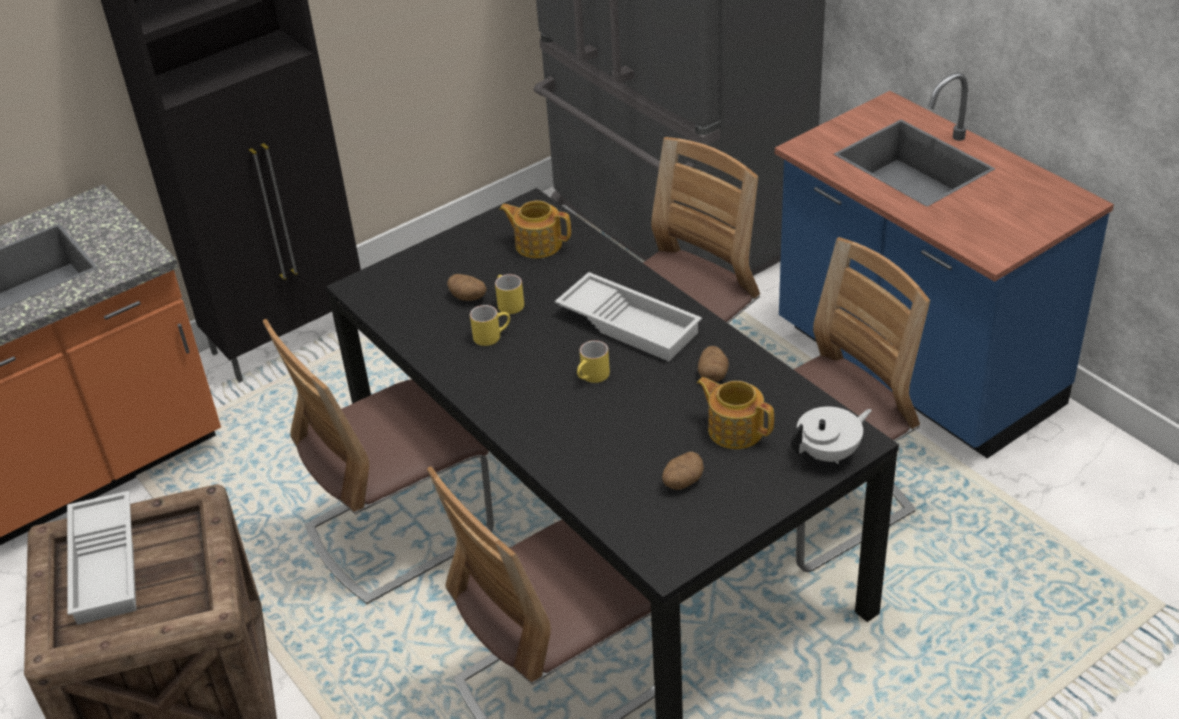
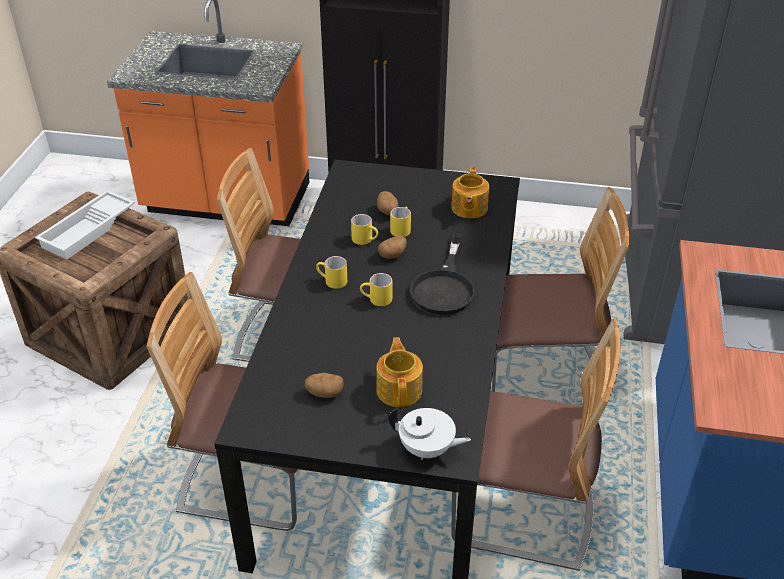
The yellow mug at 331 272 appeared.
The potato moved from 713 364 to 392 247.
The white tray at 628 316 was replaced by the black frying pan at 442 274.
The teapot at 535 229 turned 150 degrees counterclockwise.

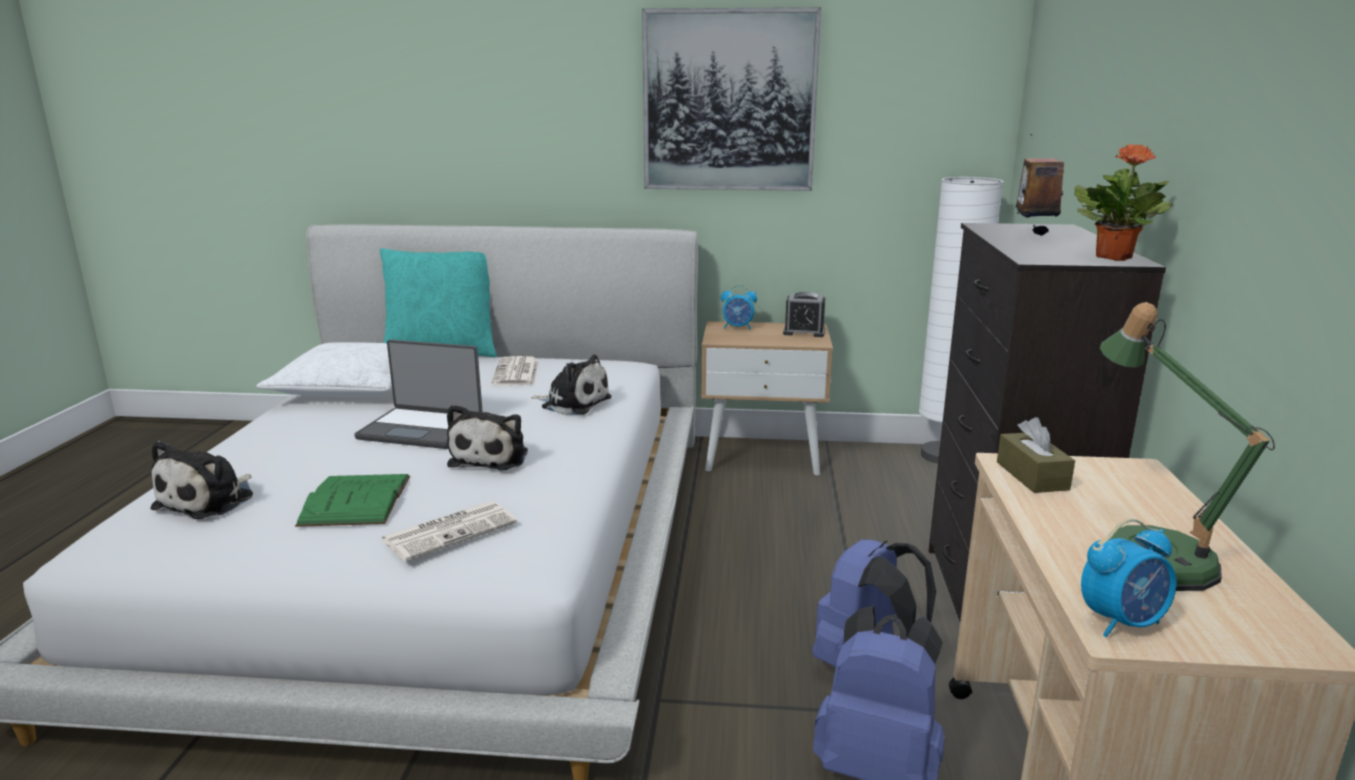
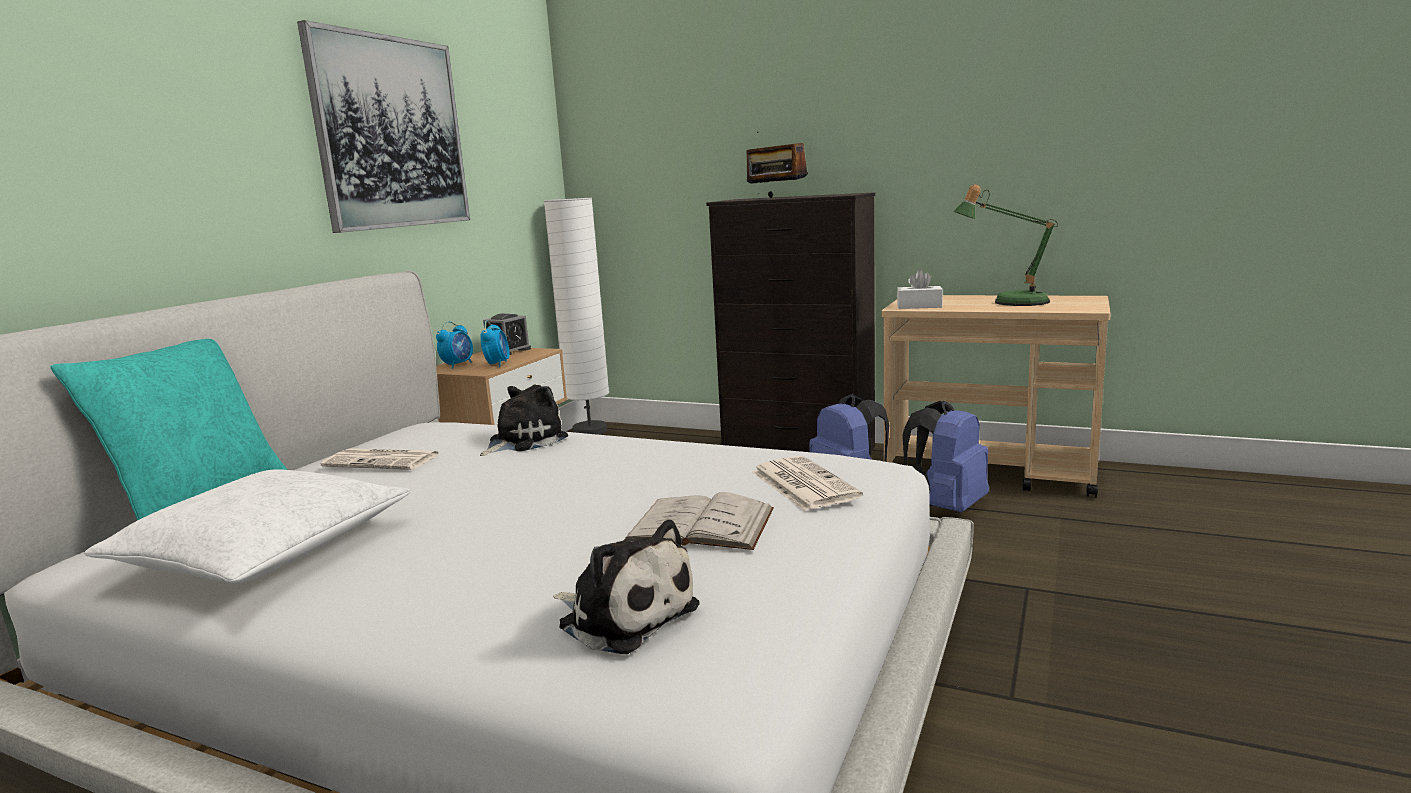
The laptop at 418 394 disappeared.
The plush toy at 487 438 disappeared.
The potted plant at 1123 202 disappeared.
The alarm clock moved from 1129 578 to 495 343.
The green book at 352 500 became the white book at 699 521.
The brown tissue box at 1036 455 became the white tissue box at 920 289.

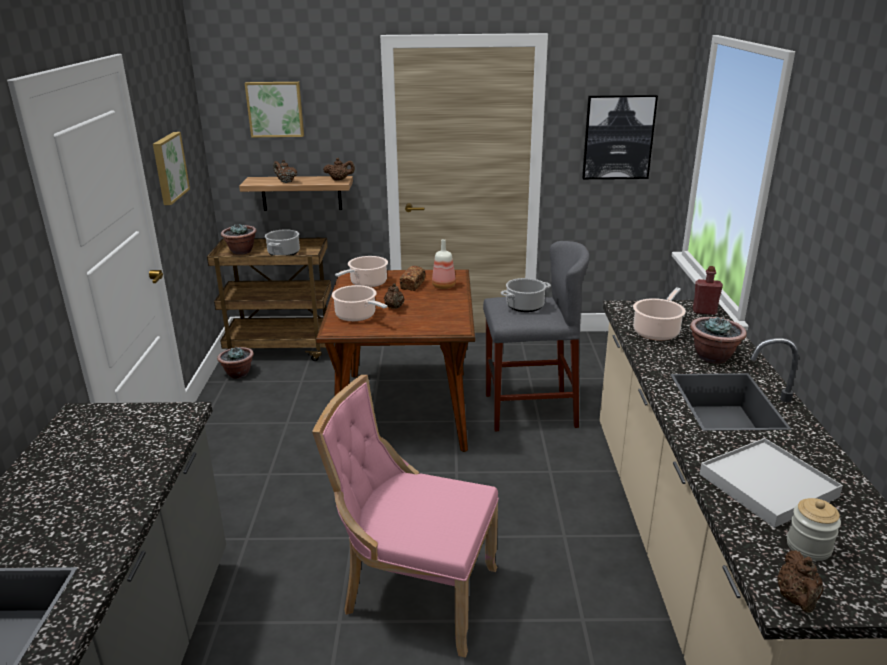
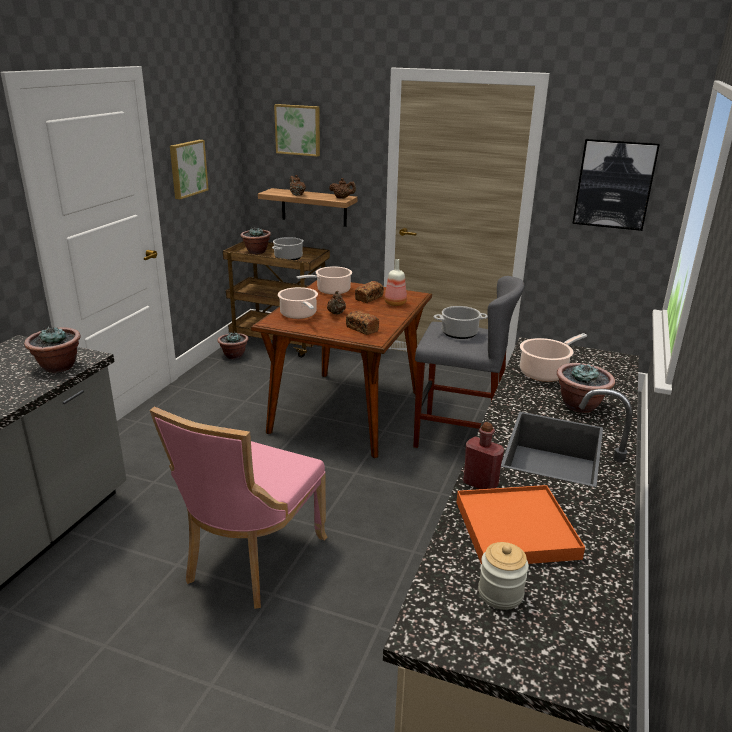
The brown teapot at 800 581 disappeared.
The potted plant at 52 350 appeared.
The bread at 362 323 appeared.
The red bottle moved from 708 290 to 483 455.
The white tray at 771 483 became the orange tray at 520 524.
The pink chair at 405 516 turned 105 degrees counterclockwise.

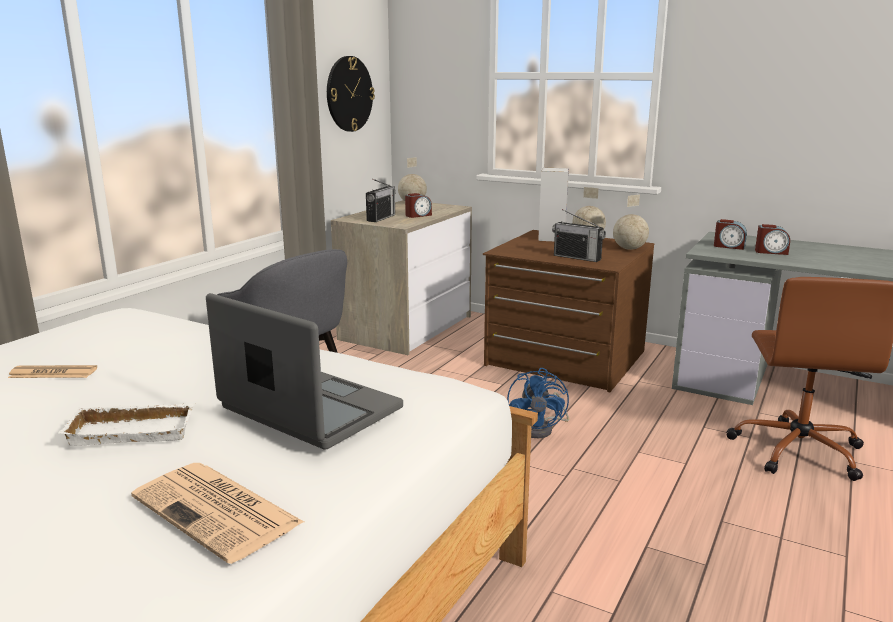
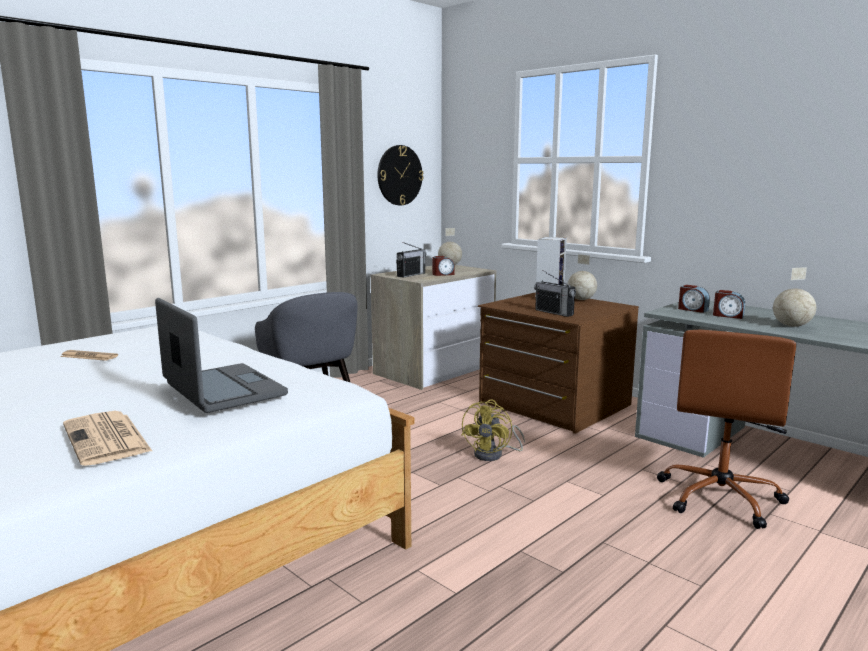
The white tray at 126 424 disappeared.
The globe moved from 631 222 to 794 297.
The blue fan at 538 403 became the yellow fan at 493 430.

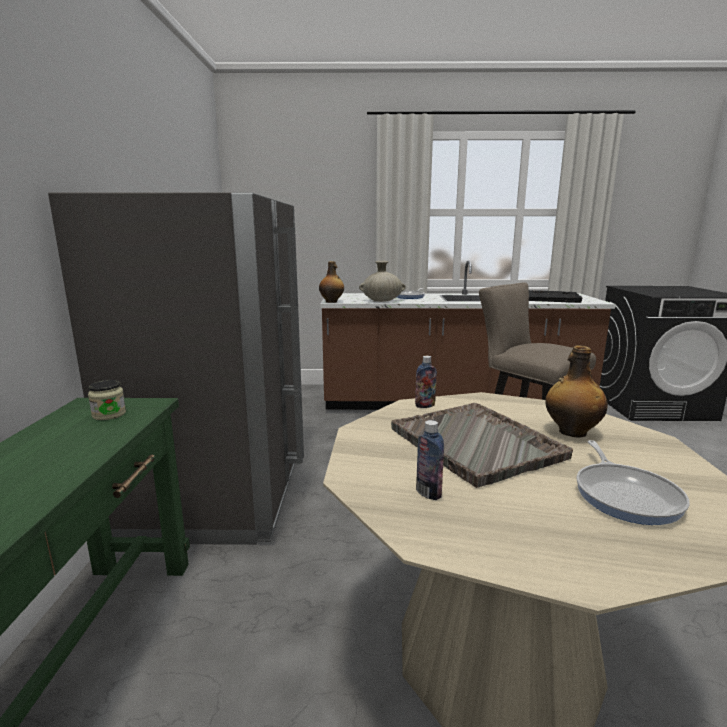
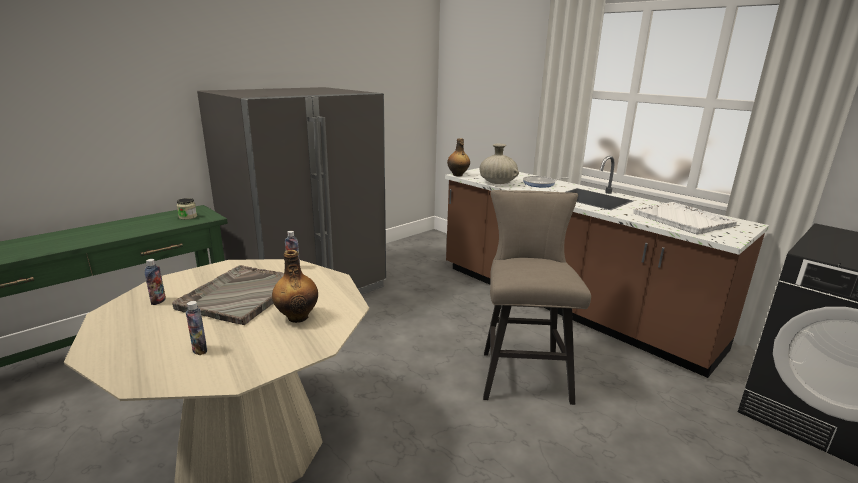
The frying pan at 633 482 was replaced by the bottle at 196 328.
The black tray at 555 296 became the white tray at 685 218.

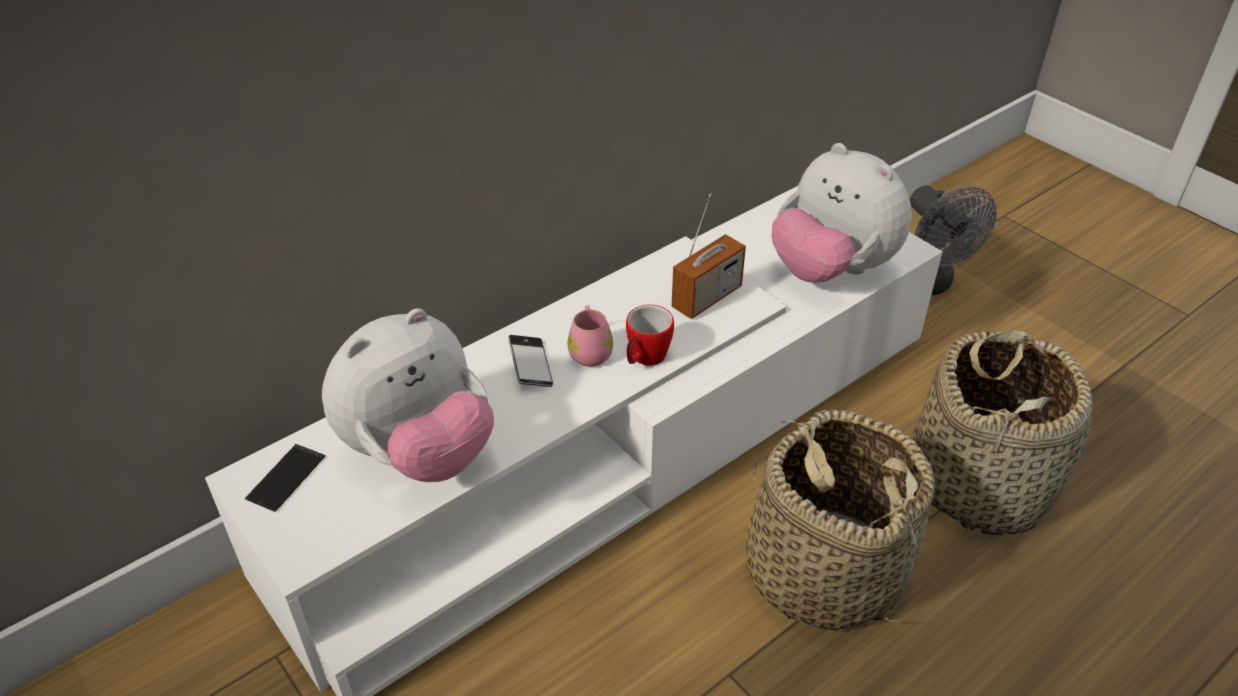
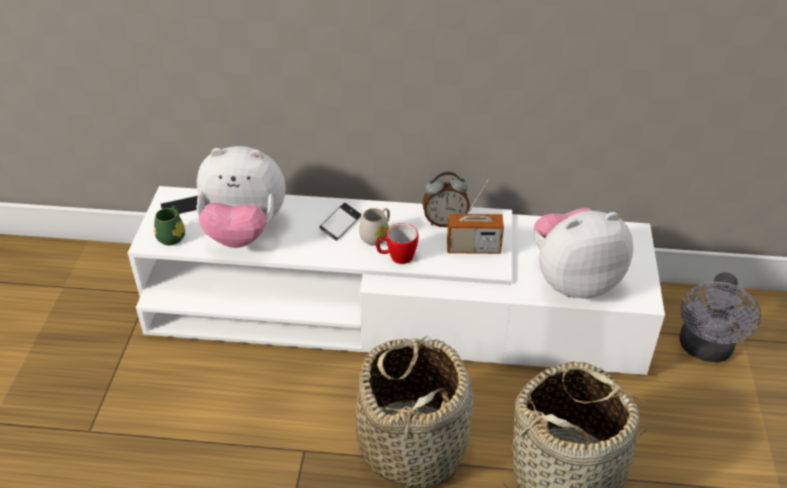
The green mug at 169 225 appeared.
The alarm clock at 446 199 appeared.
The pink mug at 590 336 became the white mug at 374 227.
The plush toy at 842 213 turned 75 degrees clockwise.

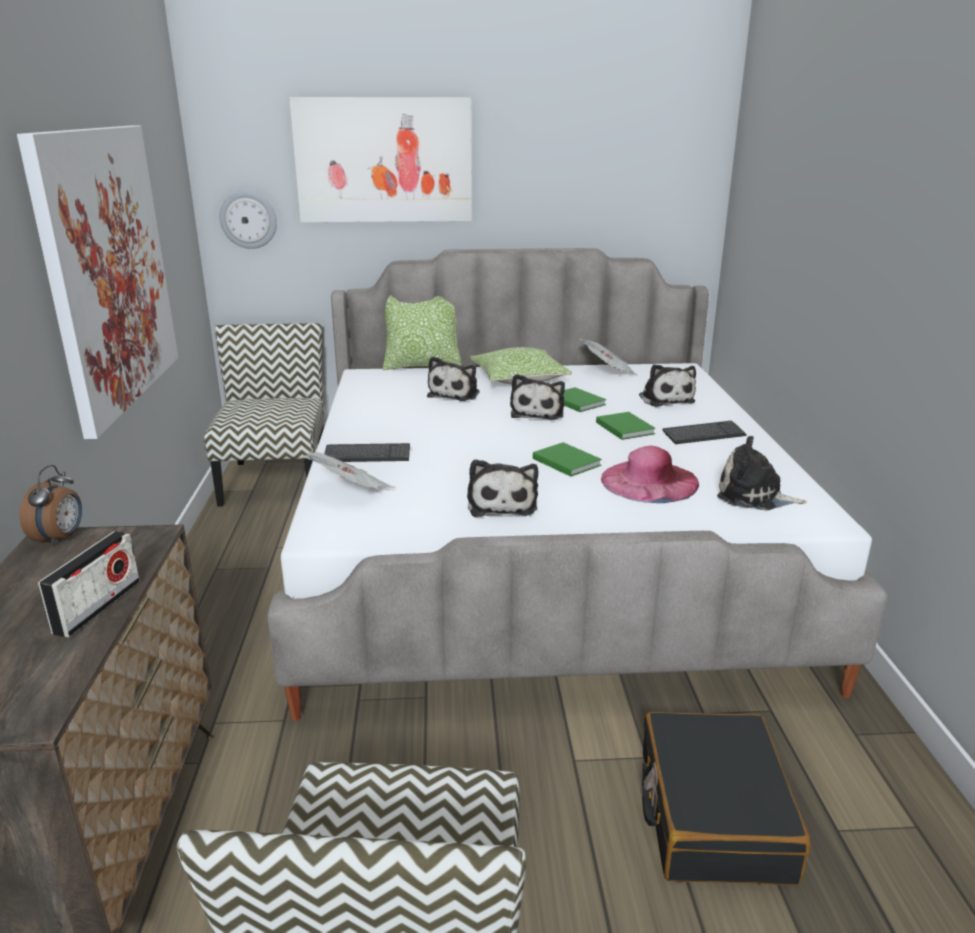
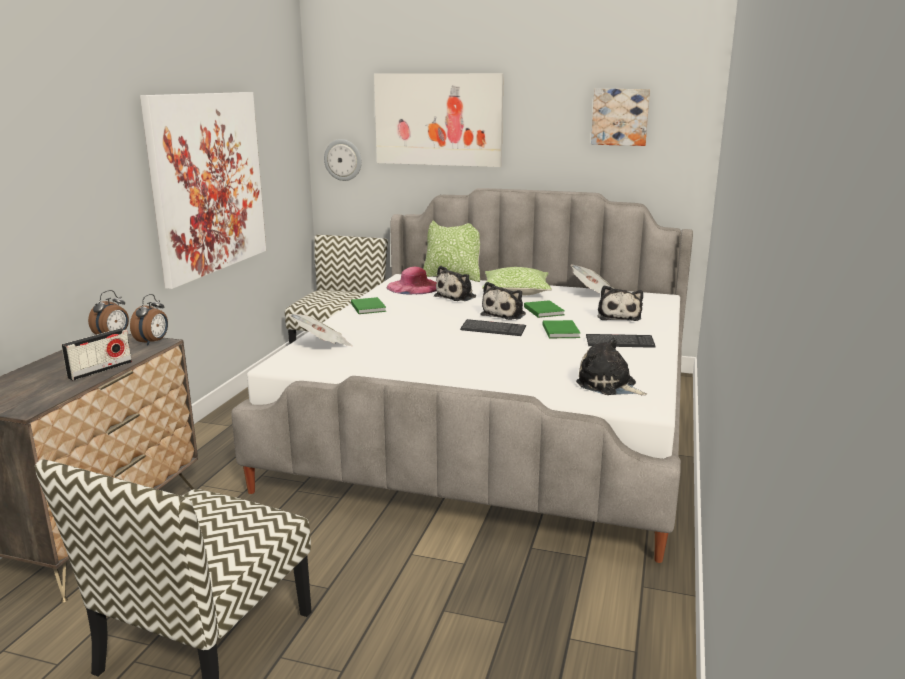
The plush toy at 502 488 disappeared.
The black suitcase at 726 798 disappeared.
The alarm clock at 149 319 appeared.
The picture at 620 117 appeared.
The keyboard moved from 367 452 to 493 327.
The green book moved from 567 459 to 368 305.
The pink hat moved from 650 474 to 412 280.

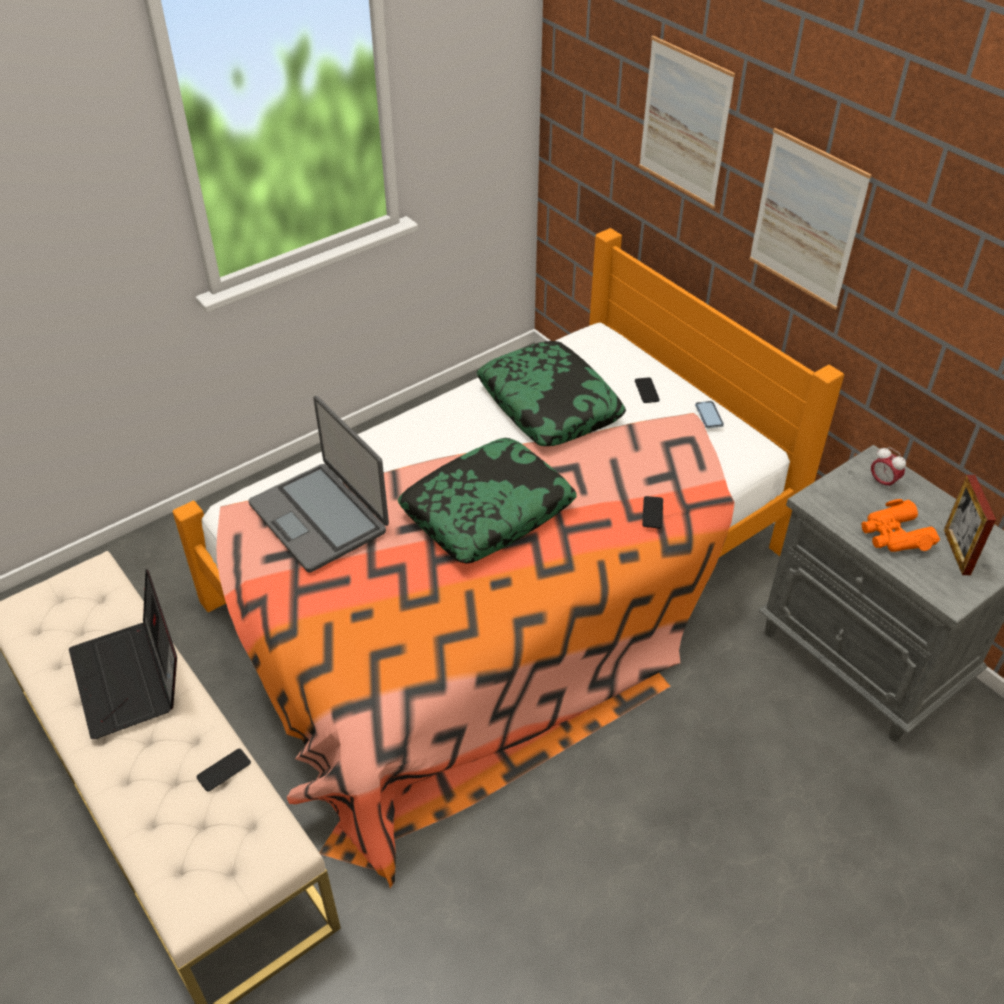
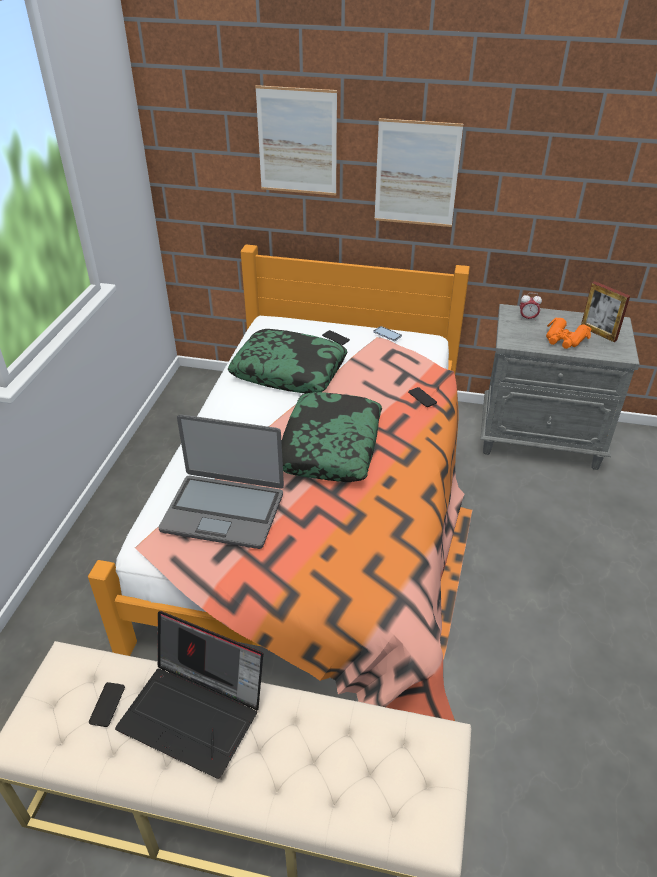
The phone moved from 224 770 to 107 704.

